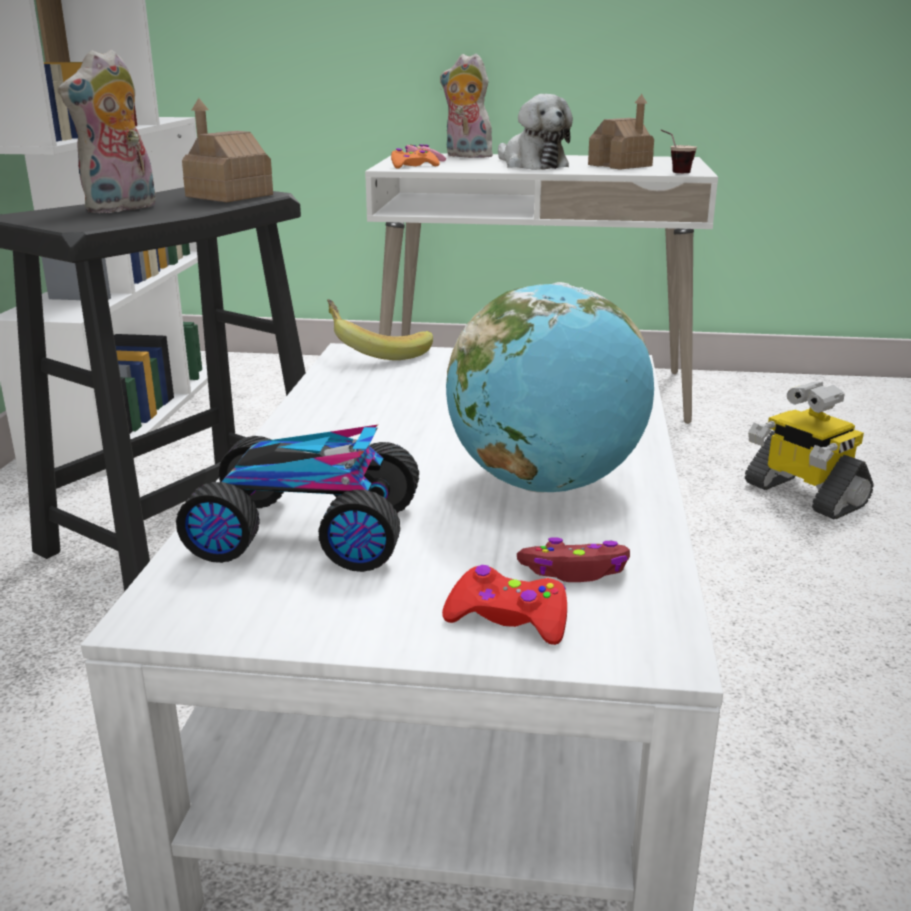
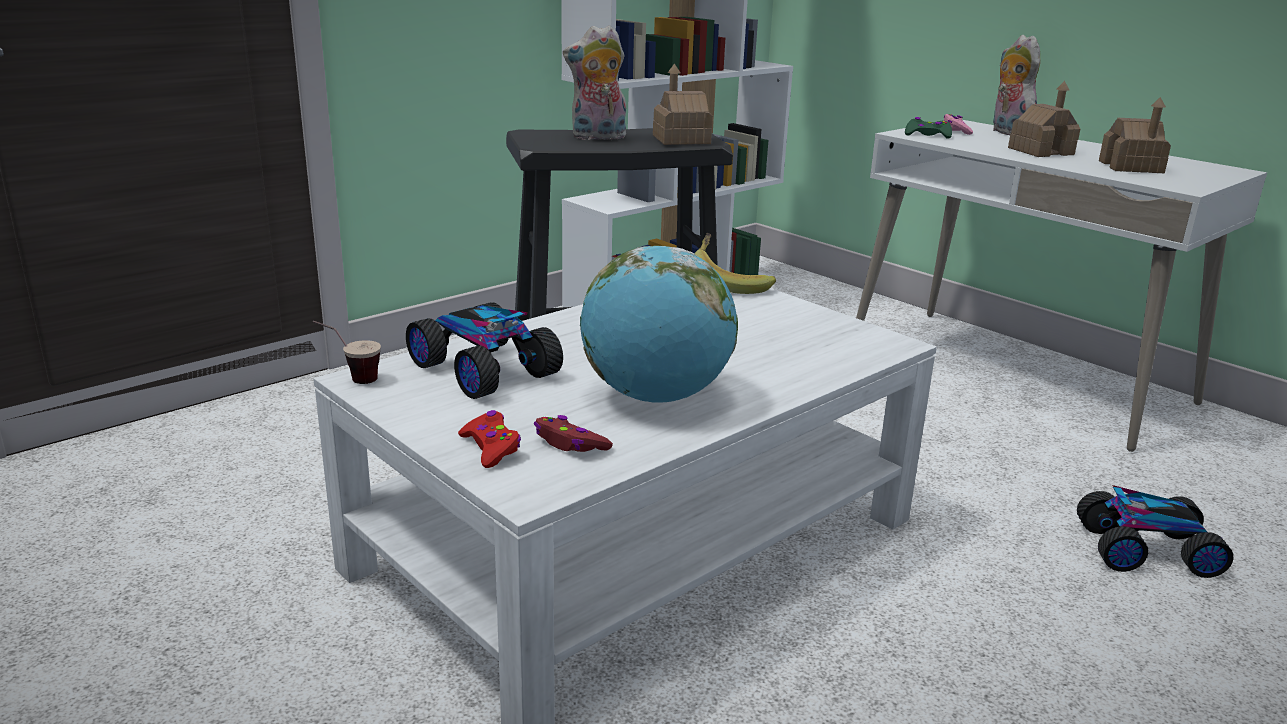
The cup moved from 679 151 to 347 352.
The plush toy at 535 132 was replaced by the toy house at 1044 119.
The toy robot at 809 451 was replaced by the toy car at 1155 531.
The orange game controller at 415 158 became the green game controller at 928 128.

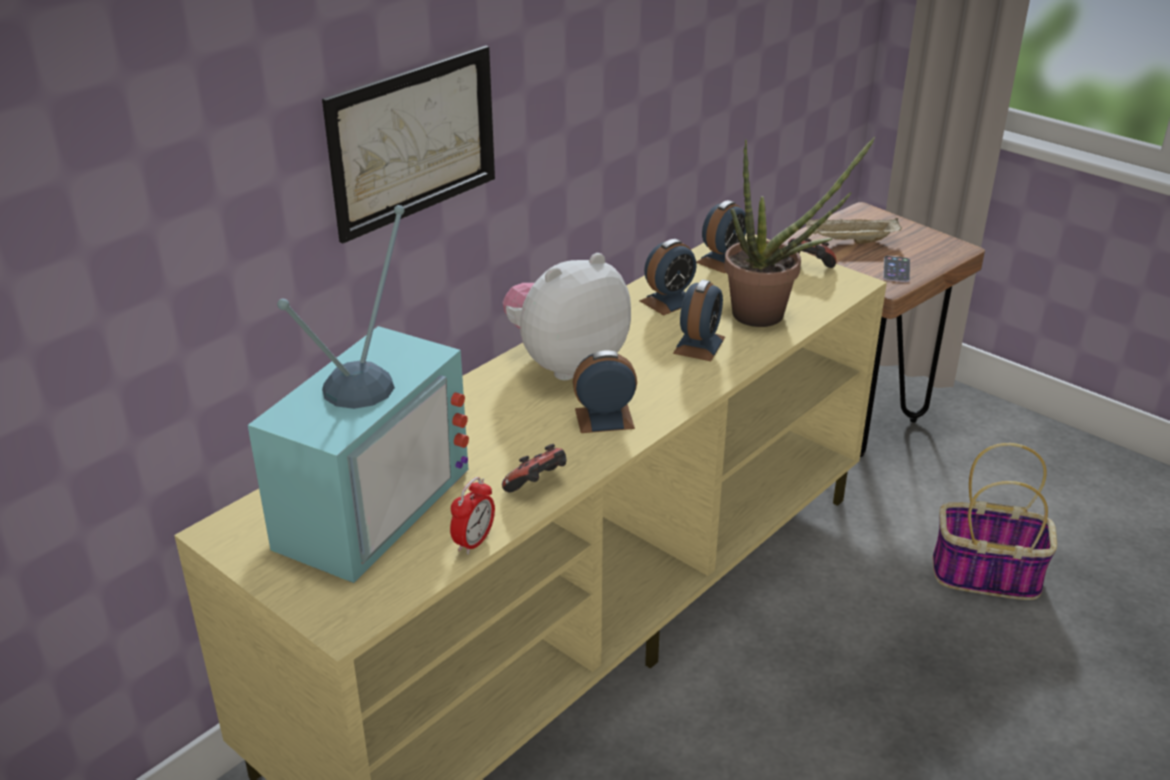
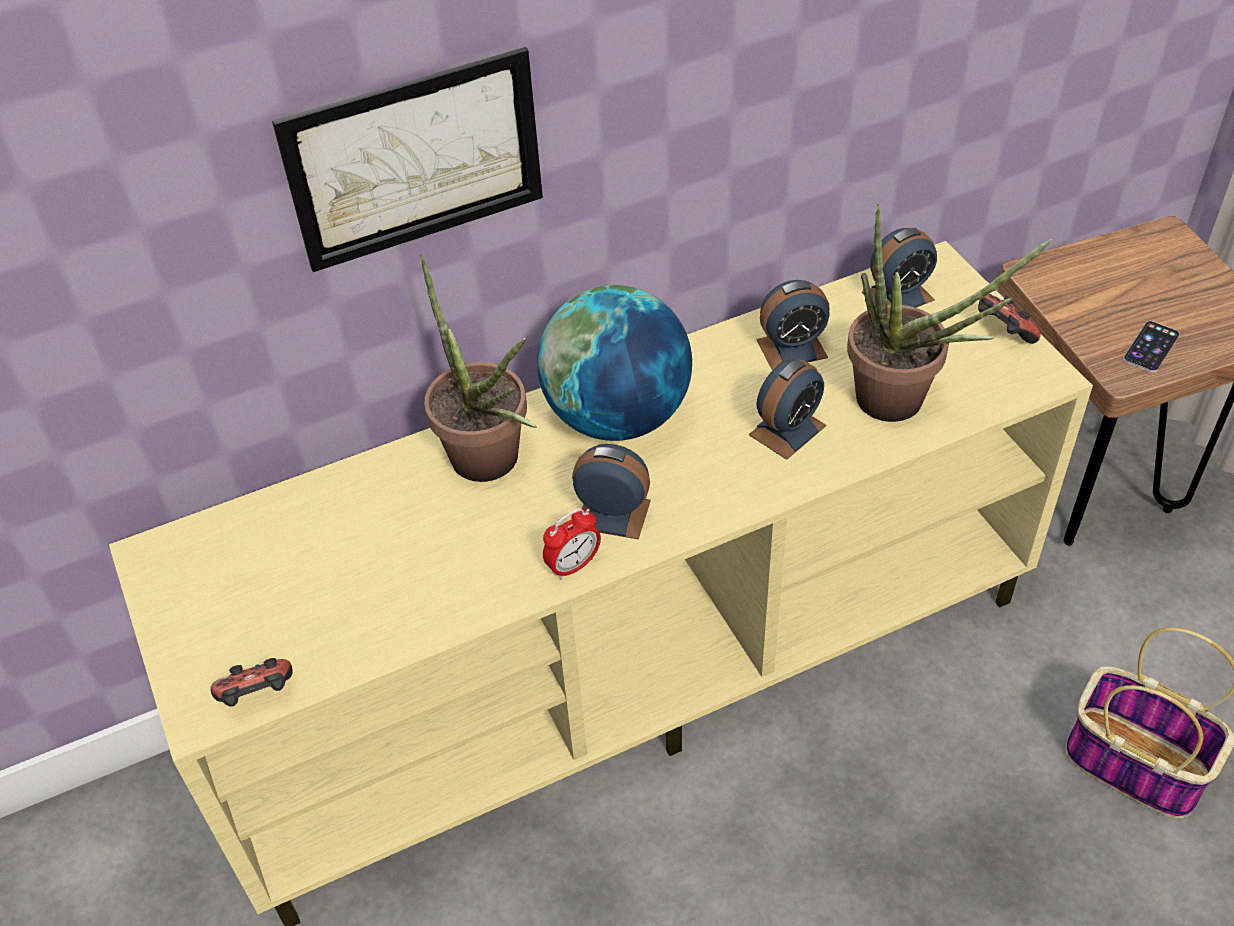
The television at 358 394 disappeared.
The beige tray at 854 231 disappeared.
The potted plant at 478 367 appeared.
The alarm clock moved from 472 516 to 572 544.
The game controller moved from 534 468 to 251 682.
The plush toy at 567 316 was replaced by the globe at 614 363.

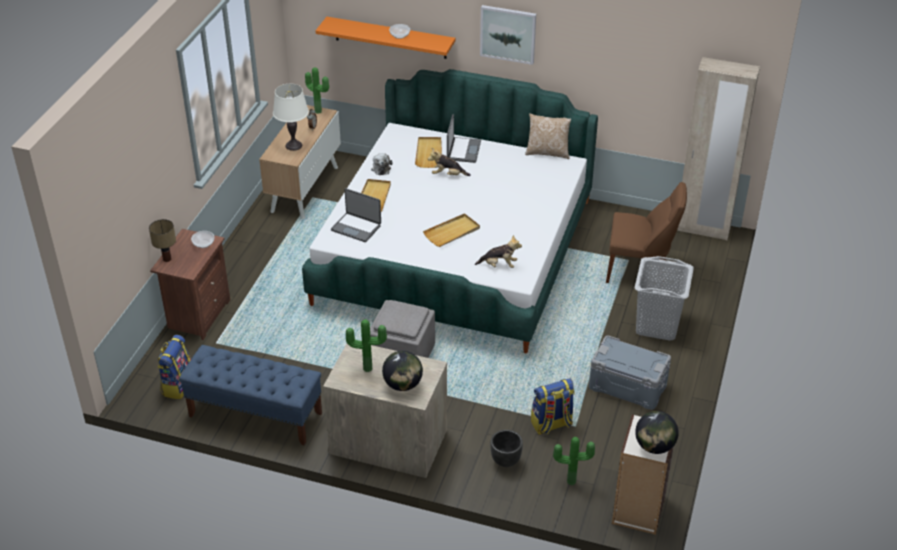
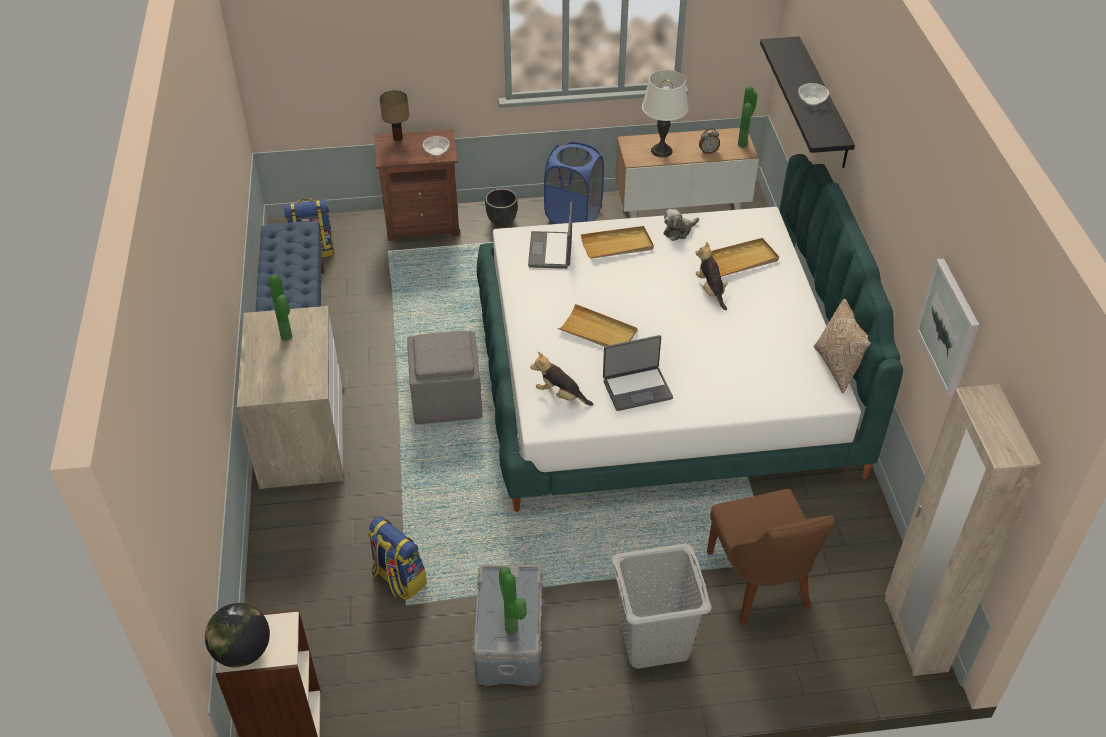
The globe at 402 371 disappeared.
The blue laundry basket at 574 183 appeared.
The laptop moved from 464 138 to 638 373.
The picture moved from 508 35 to 947 327.
The black planter moved from 507 448 to 501 207.
The potted plant moved from 574 461 to 513 600.
The orange shelf at 386 38 became the black shelf at 807 102.
The plush toy at 498 251 turned 135 degrees clockwise.

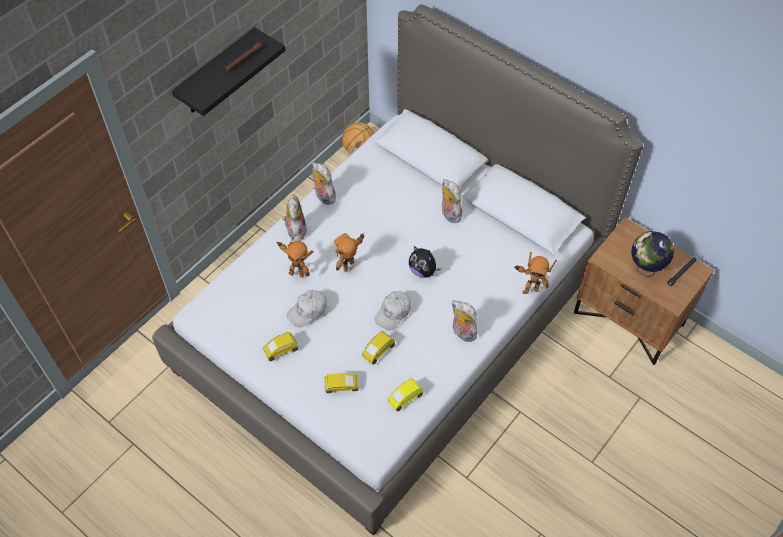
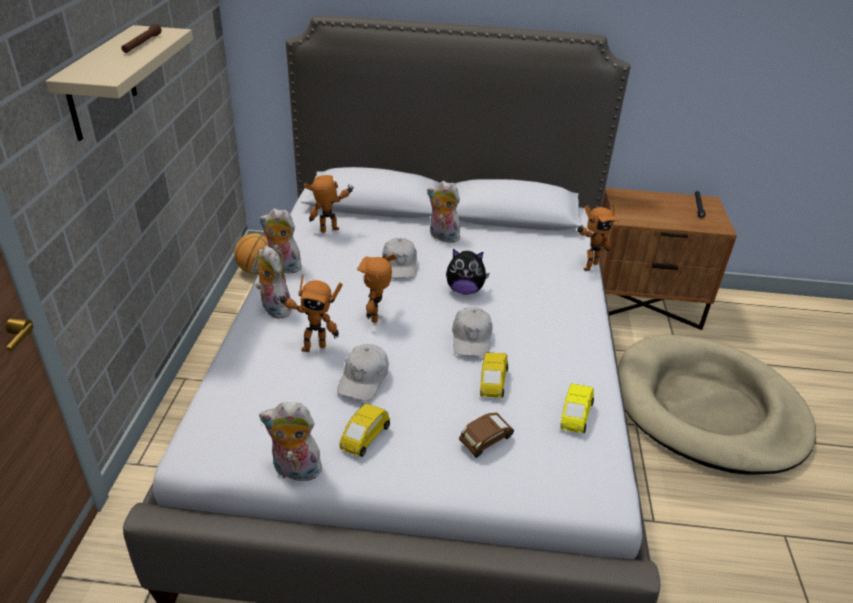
The globe at 652 254 disappeared.
The toy robot at 329 204 appeared.
The white cap at 399 258 appeared.
The beige dog bed at 717 404 appeared.
The plush toy moved from 464 321 to 290 442.
The black shelf at 229 71 became the beige shelf at 119 83.
The yellow toy car at 341 383 became the brown toy car at 486 435.

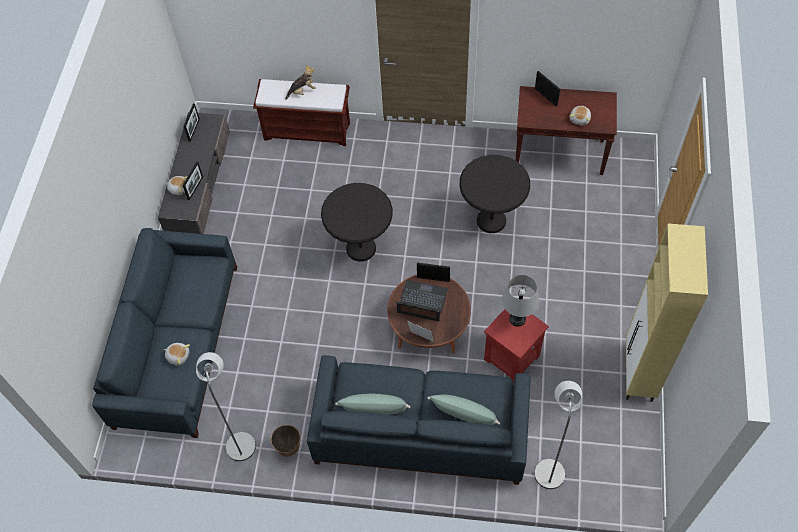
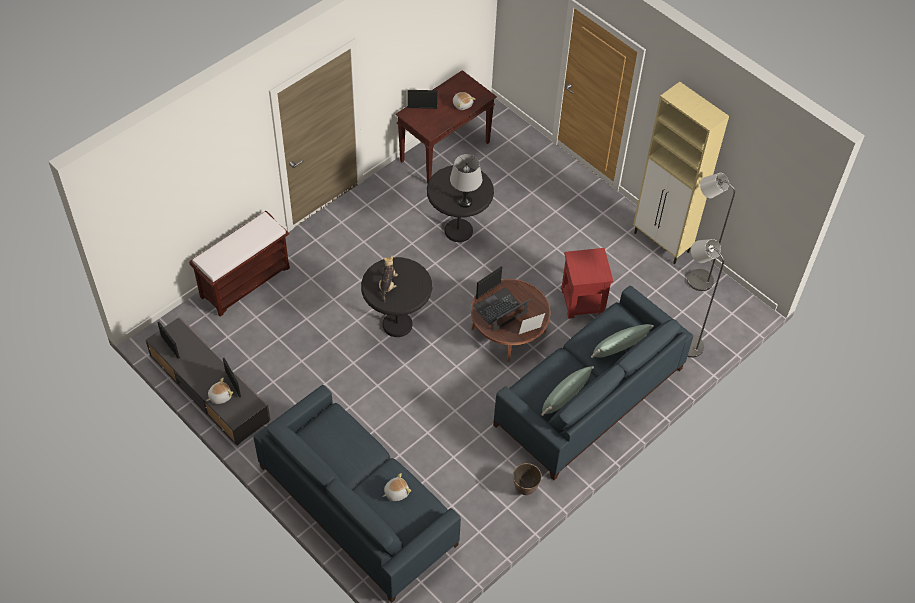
The grey floor lamp moved from 226 406 to 711 232.
The plush toy moved from 300 82 to 388 278.
The grey table lamp moved from 520 300 to 466 181.

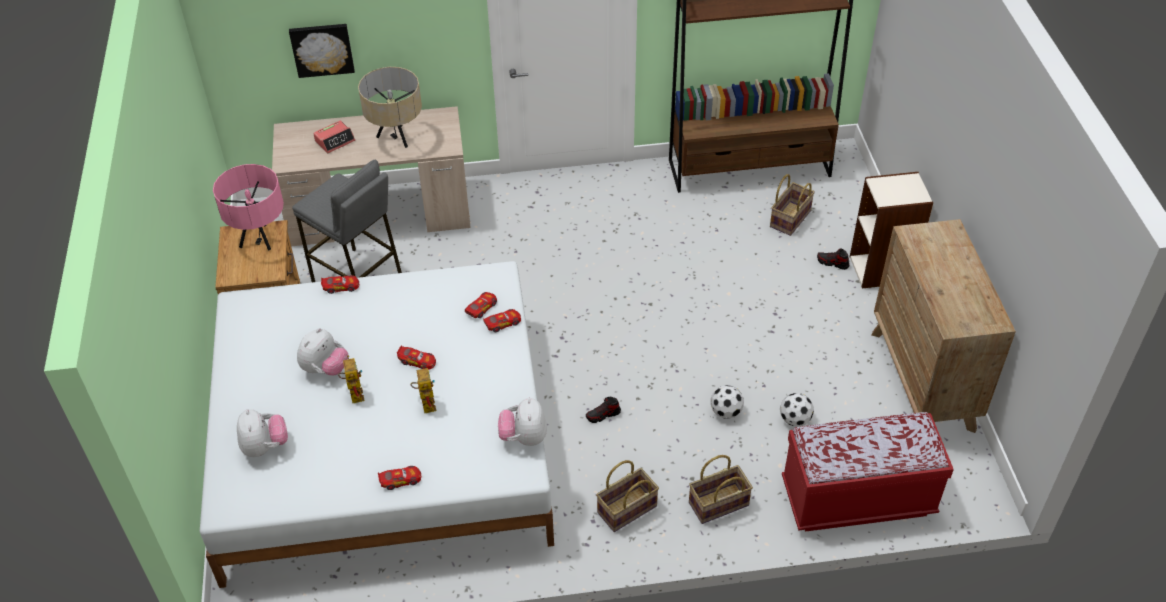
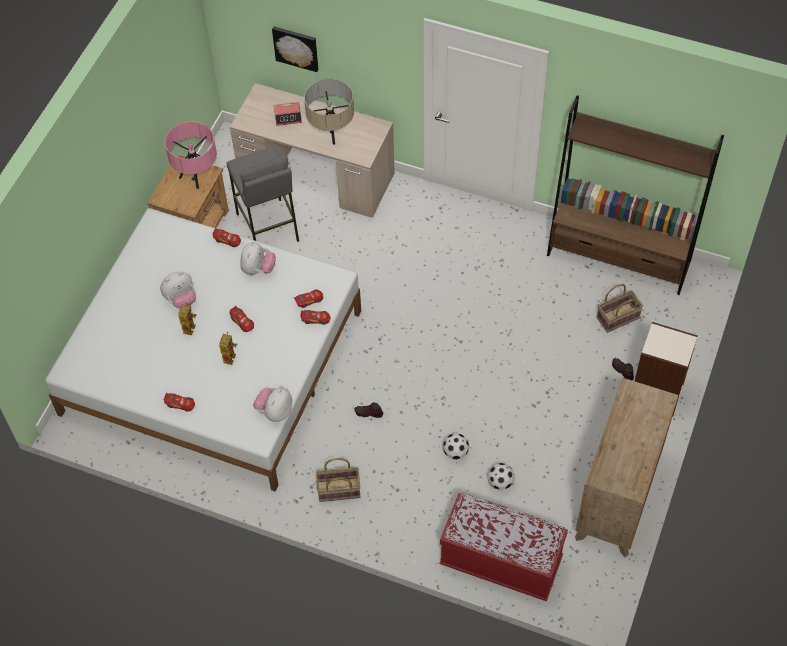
The basket at 721 489 disappeared.
The plush toy moved from 262 433 to 258 258.

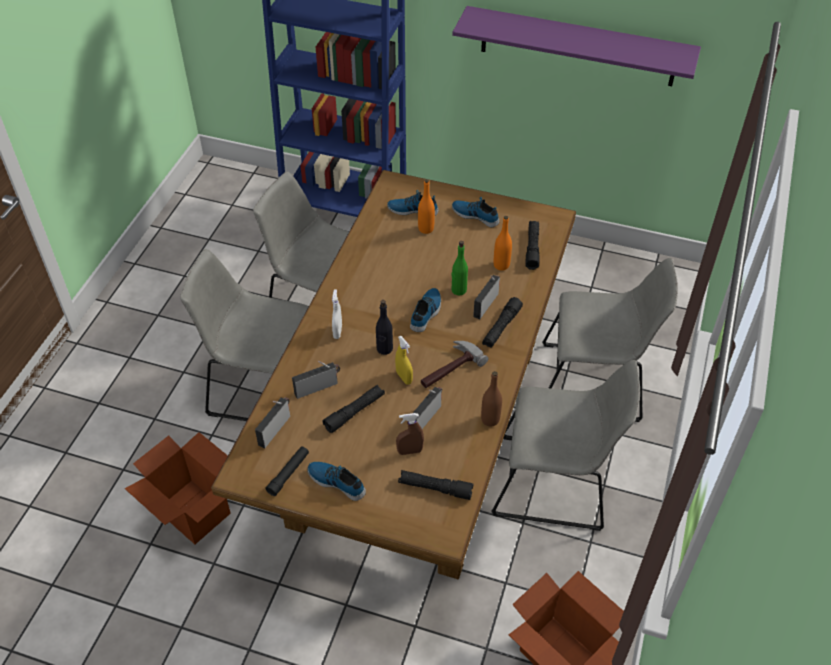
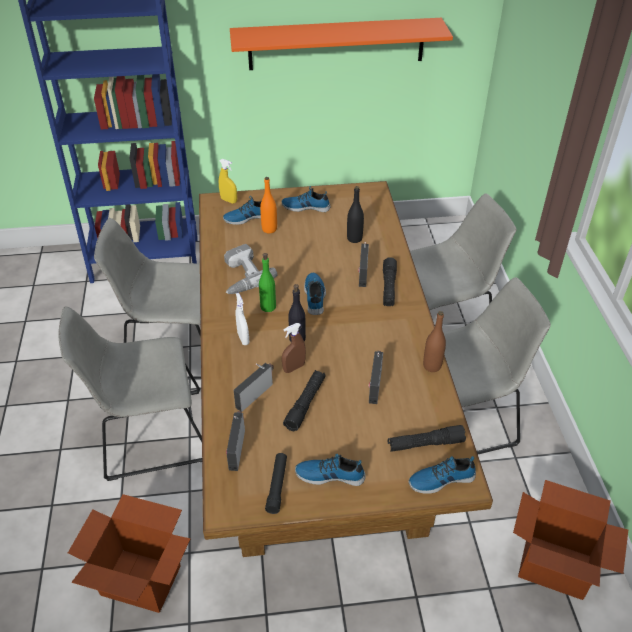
The hammer at 455 364 disappeared.
The black flashlight at 532 245 disappeared.
The power drill at 250 269 appeared.
The shoe at 442 475 appeared.
The yellow spray bottle moved from 404 360 to 228 181.
The brown spray bottle moved from 410 434 to 294 348.
The green bottle moved from 459 268 to 267 282.
The purple shelf at 576 46 became the orange shelf at 341 44.
The orange bottle at 503 243 became the black bottle at 355 214.

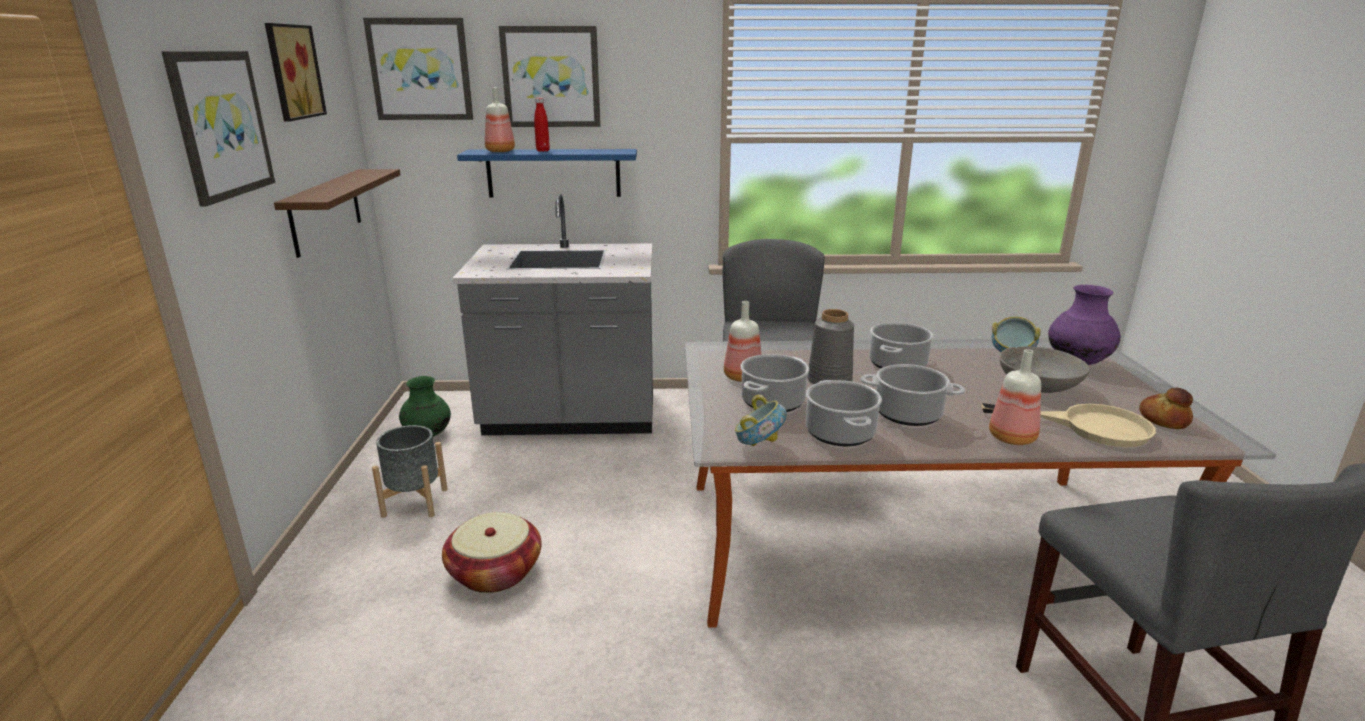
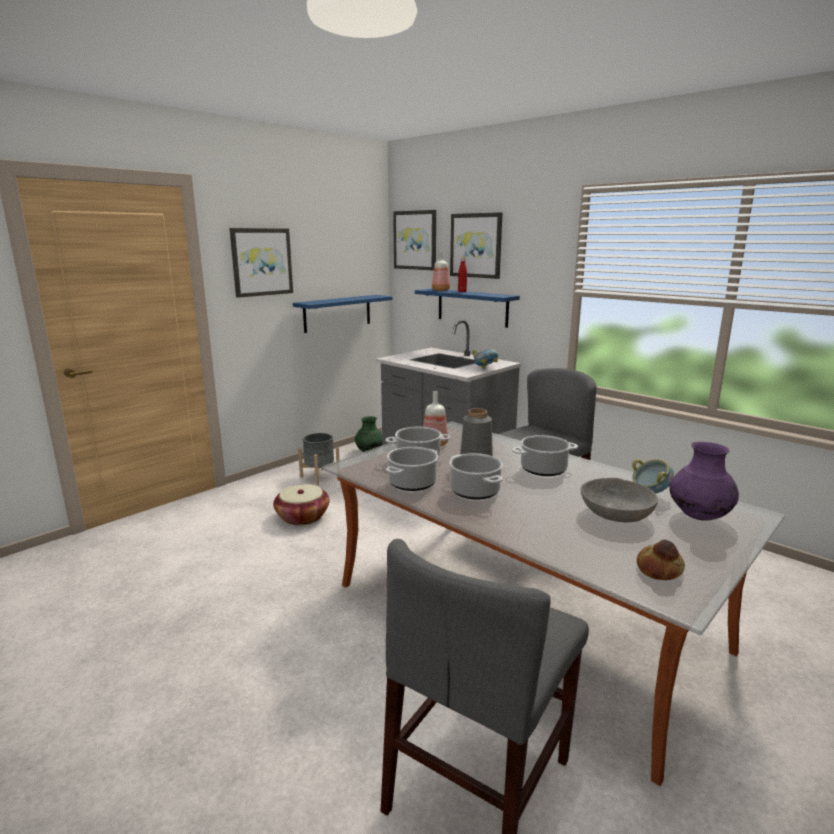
The picture at 296 72 disappeared.
The beige frying pan at 1068 425 disappeared.
The bottle at 1015 397 disappeared.
The bowl moved from 761 420 to 485 358.
The brown shelf at 337 213 became the blue shelf at 343 314.

